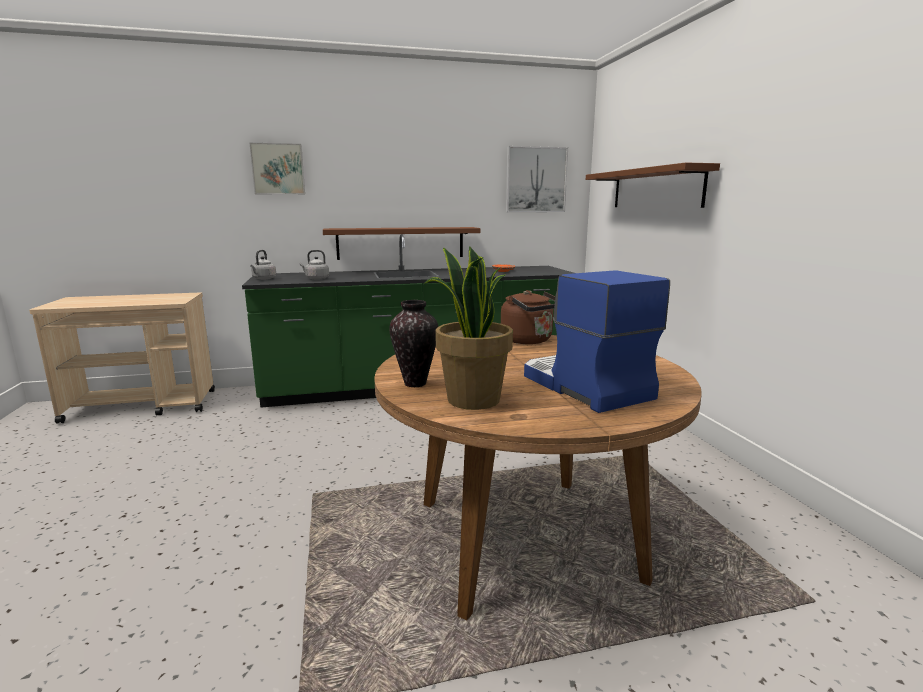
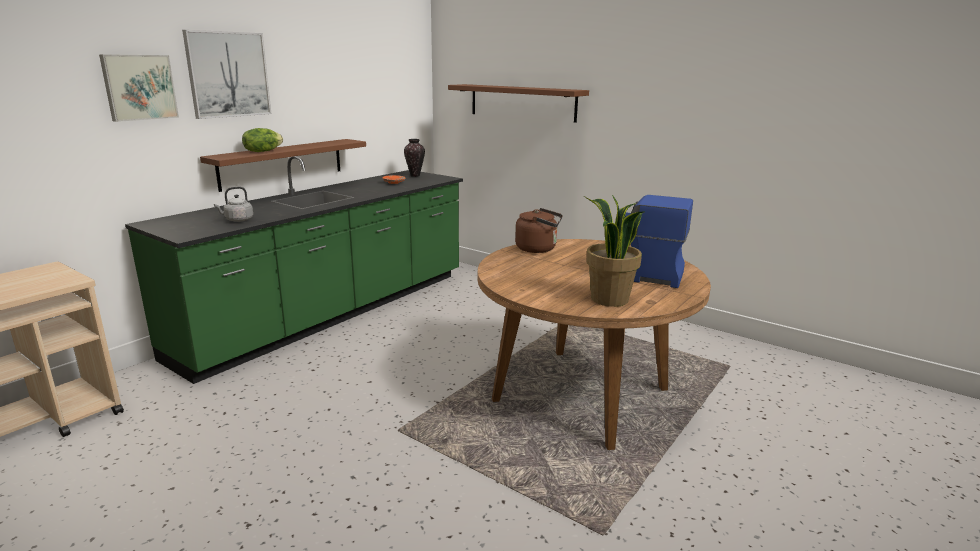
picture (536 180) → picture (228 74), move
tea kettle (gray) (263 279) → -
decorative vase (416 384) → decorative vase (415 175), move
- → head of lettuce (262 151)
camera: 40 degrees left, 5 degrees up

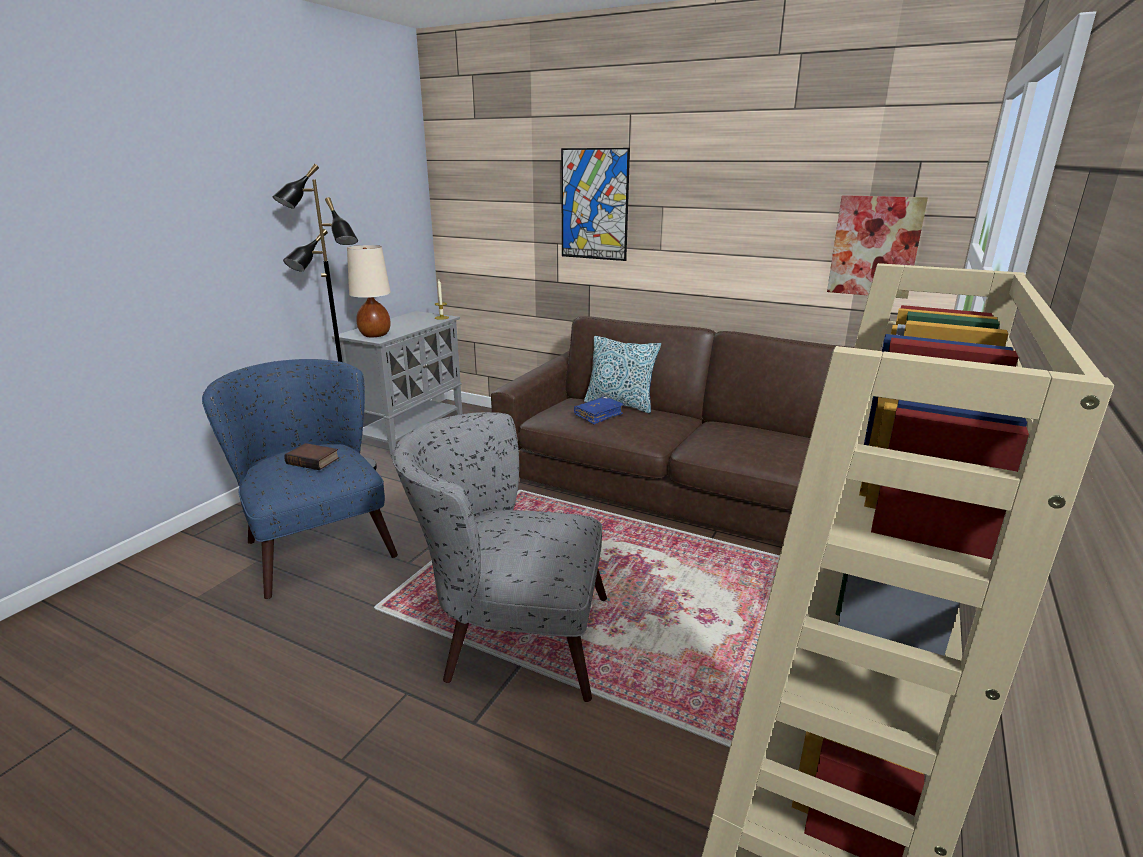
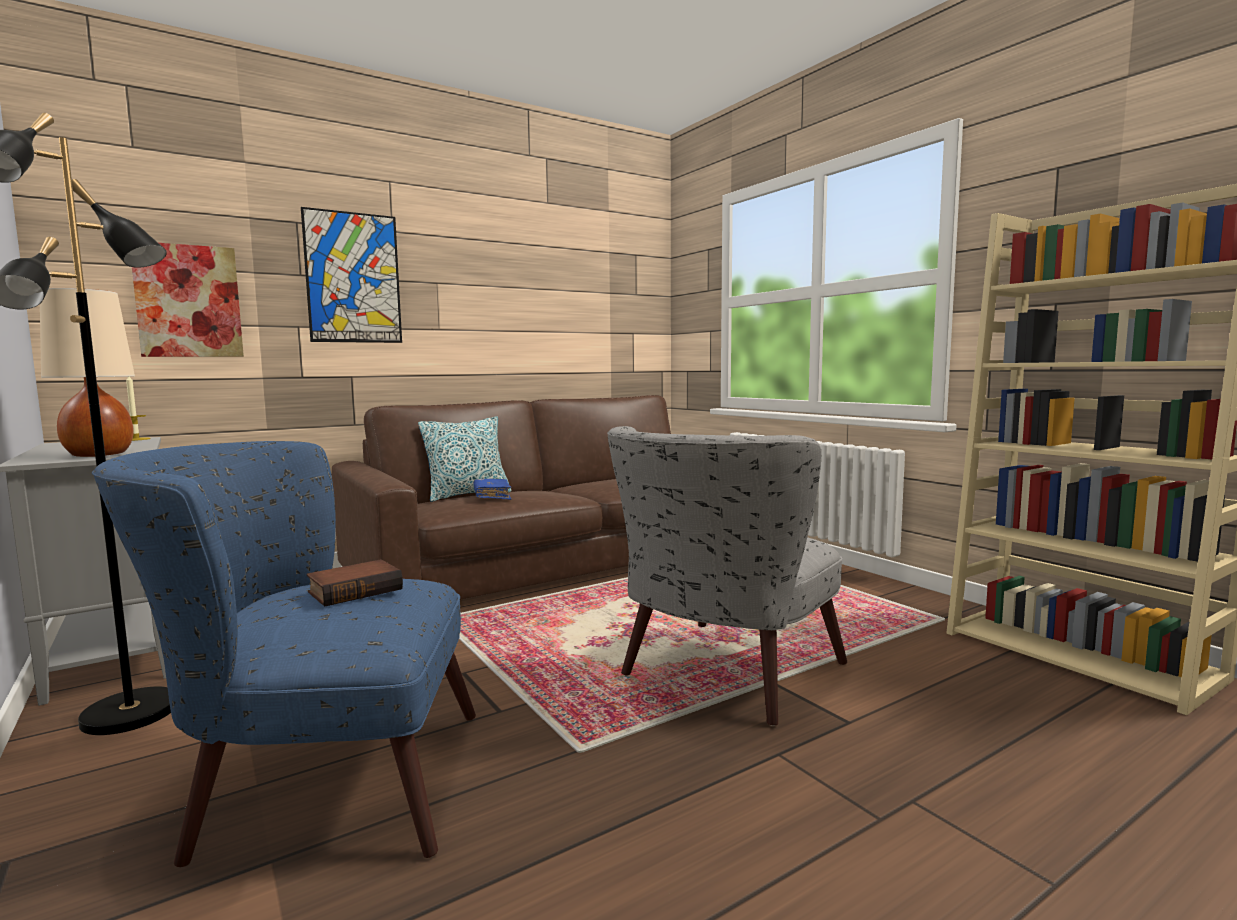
picture (875 246) → picture (188 301), move
camera: 60 degrees left, 15 degrees down

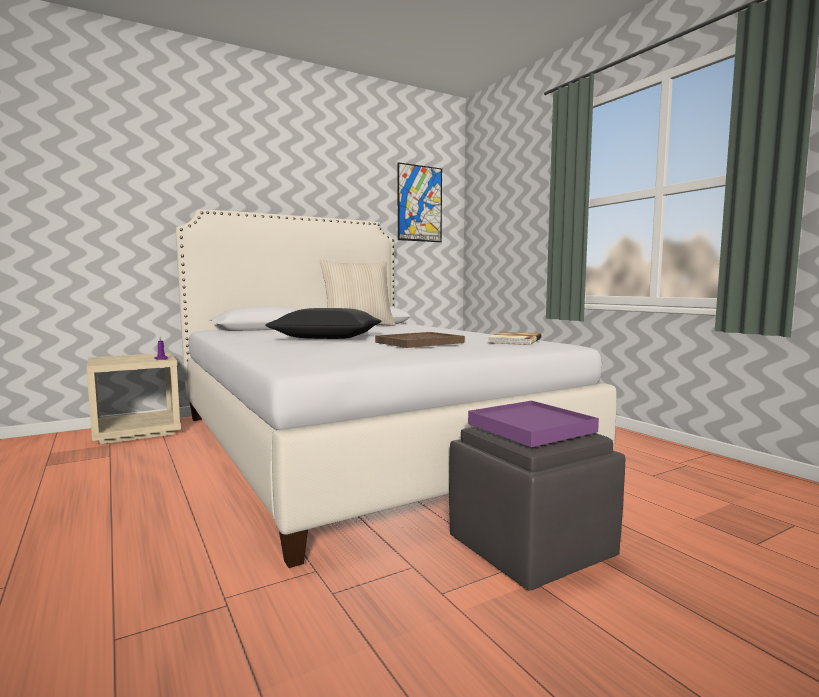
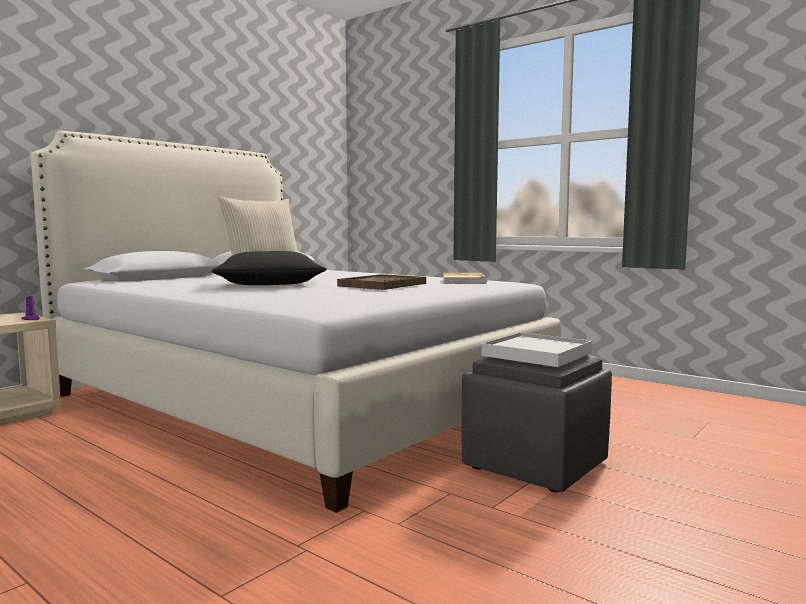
picture (419 203) → -
serving tray (purple) (531 428) → serving tray (white) (537 354)
camera: 20 degrees left, 0 degrees up

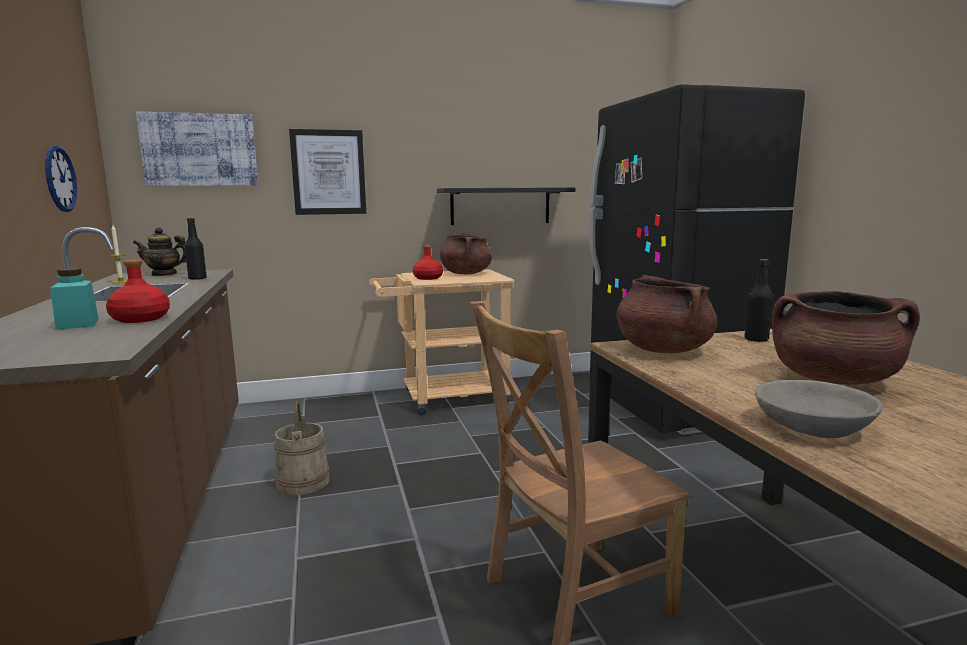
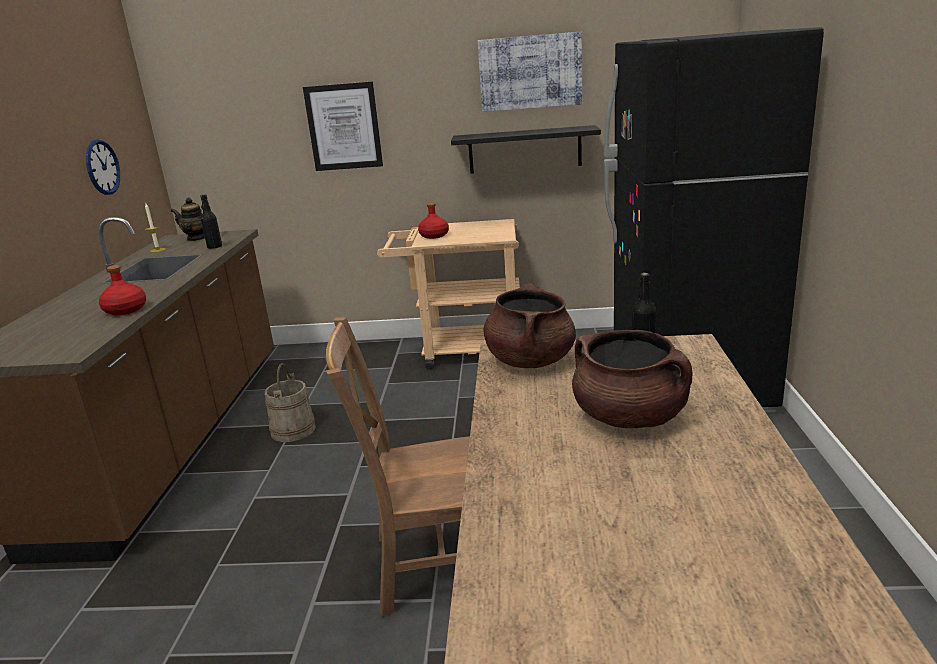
picture (200 150) → picture (530 72), move
stockpot (brownish) (466 274) → -
preserve jar (turquoise-coloured) (78 324) → -
deep dish (gray) (813 427) → -
camera: 20 degrees right, 10 degrees up

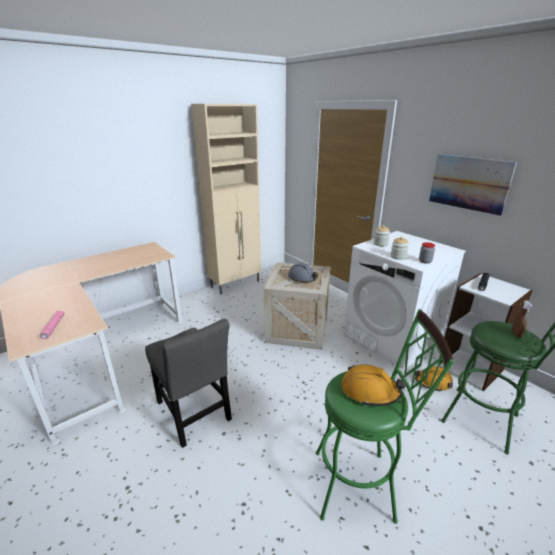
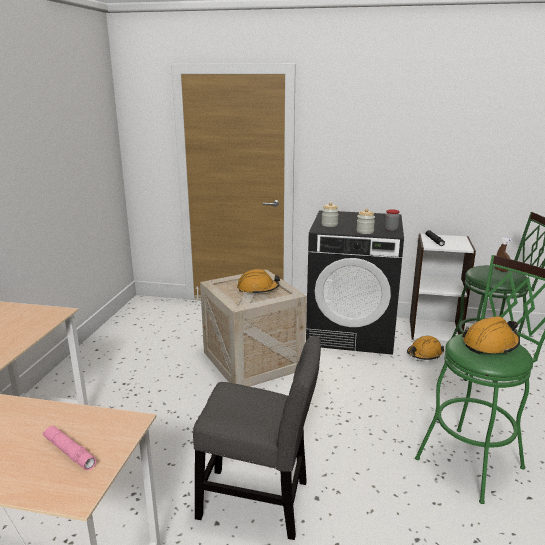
cabinet (sand-coloured) (236 284) → -
picture (468 183) → -
washing machine (white) (392 338) → washing machine (blackish) (351 331)
safety helmet (gray) (302 278) → safety helmet (orange-coloured) (257 289)
camera: 40 degrees left, 5 degrees down

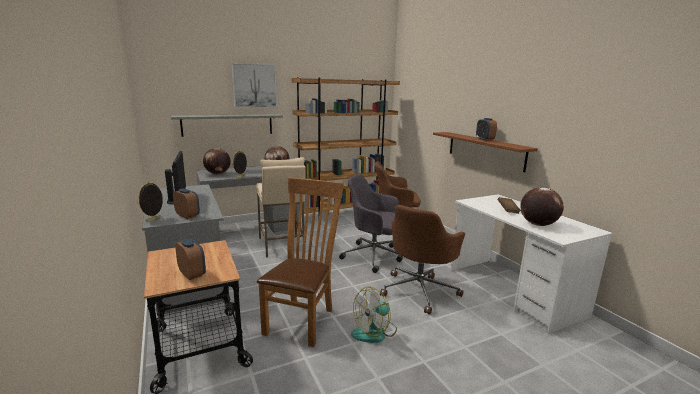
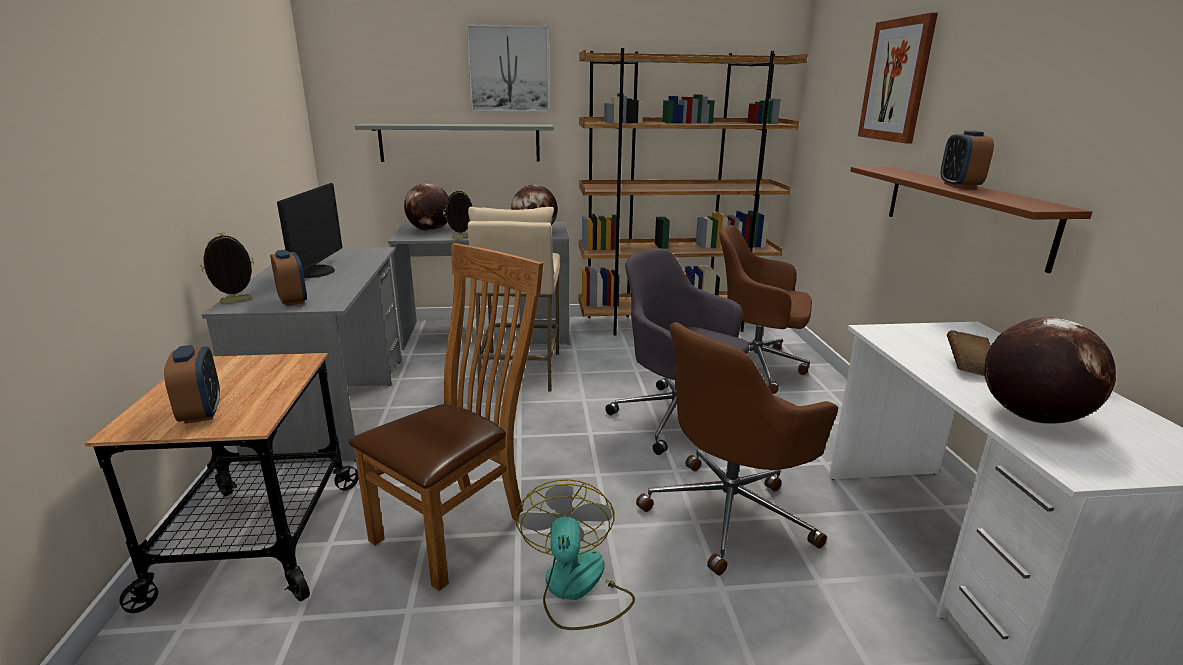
cooling fan (375 332) → cooling fan (576 588), 105 degrees clockwise
- → picture (896 80)
camera: 20 degrees right, 5 degrees up

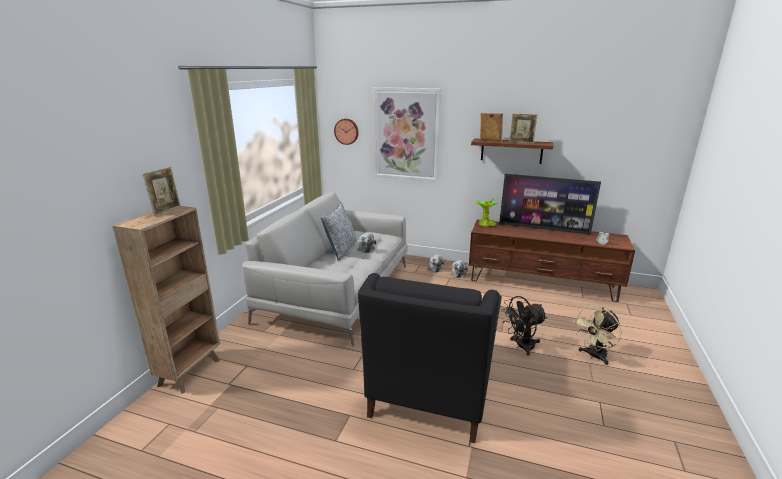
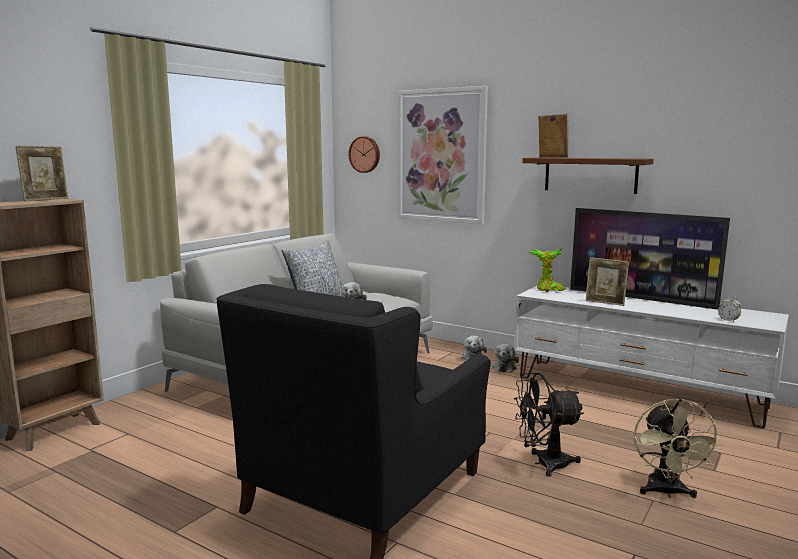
photo frame (521 142) → photo frame (605 303), move
tv unit (brownish) (541 283) → tv unit (white) (638 391)
cooling fan (sand-coloured) (593 356) → cooling fan (sand-coloured) (666 492), 60 degrees counterclockwise
camera: 15 degrees right, 10 degrees down

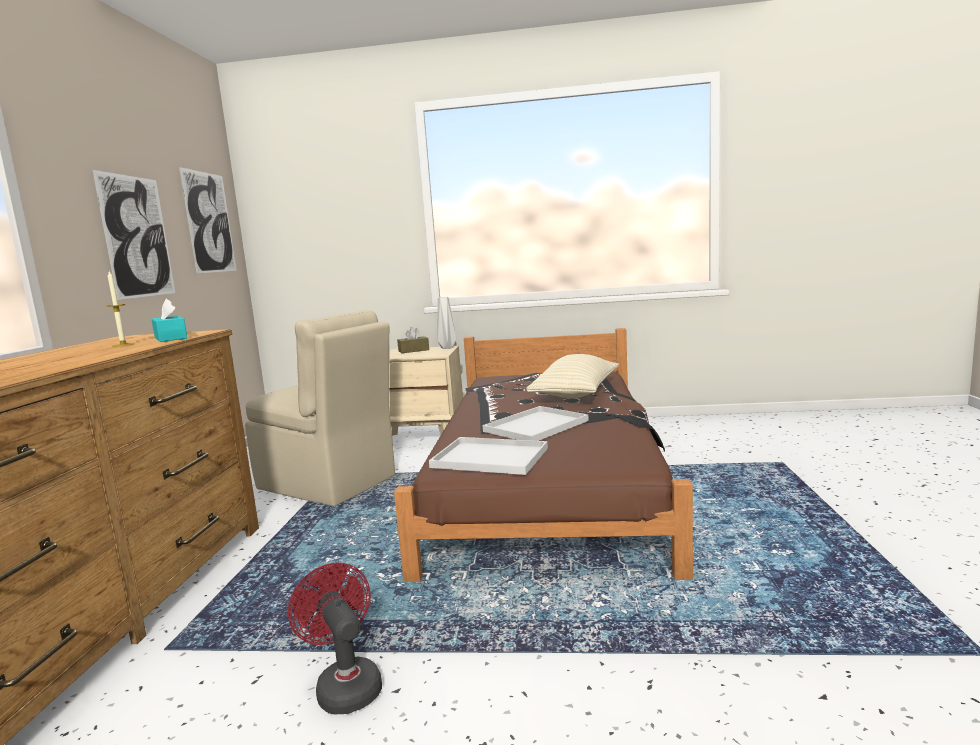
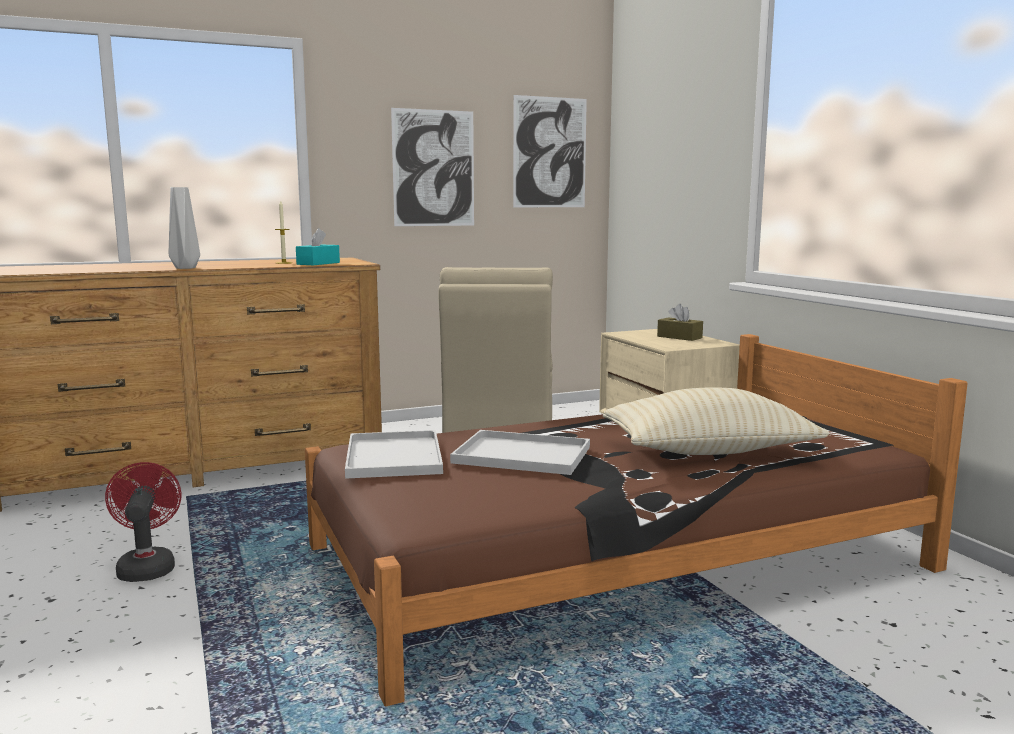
decorative vase (gray) (446 348) → decorative vase (gray) (186 268), move
cooling fan (red) (345 685) → cooling fan (red) (147 567), 45 degrees counterclockwise
camera: 60 degrees right, 0 degrees up

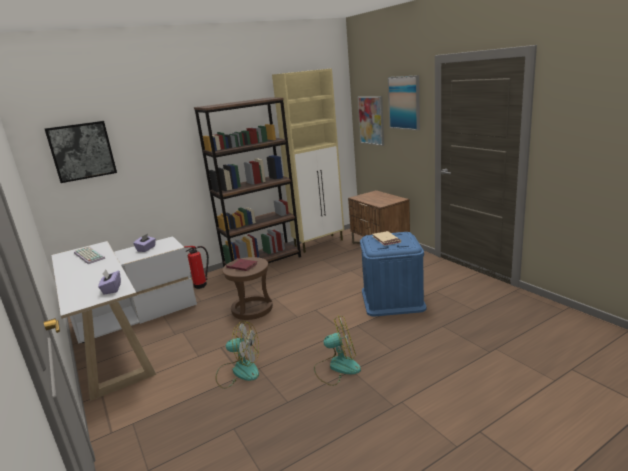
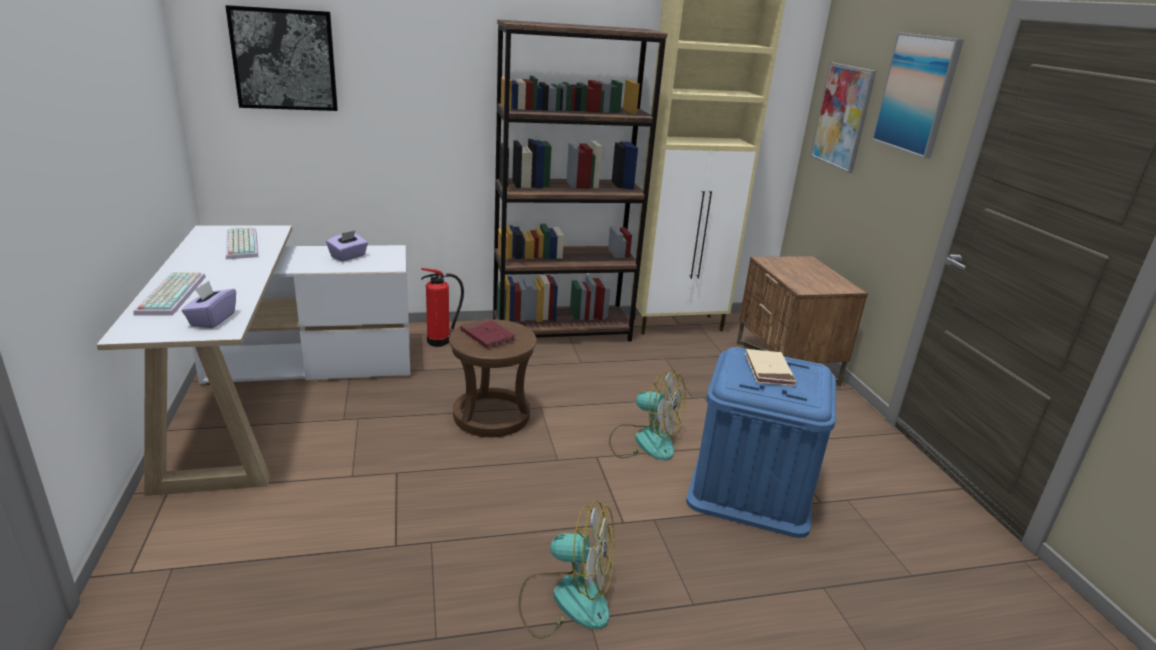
cooling fan (239 371) → cooling fan (644 441), move
- → keyboard (170 294)
camera: 15 degrees right, 5 degrees up

